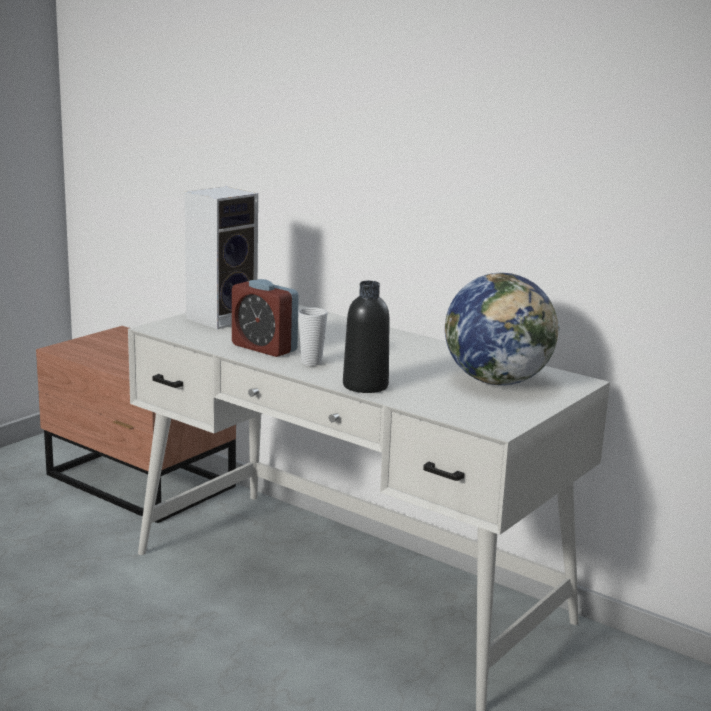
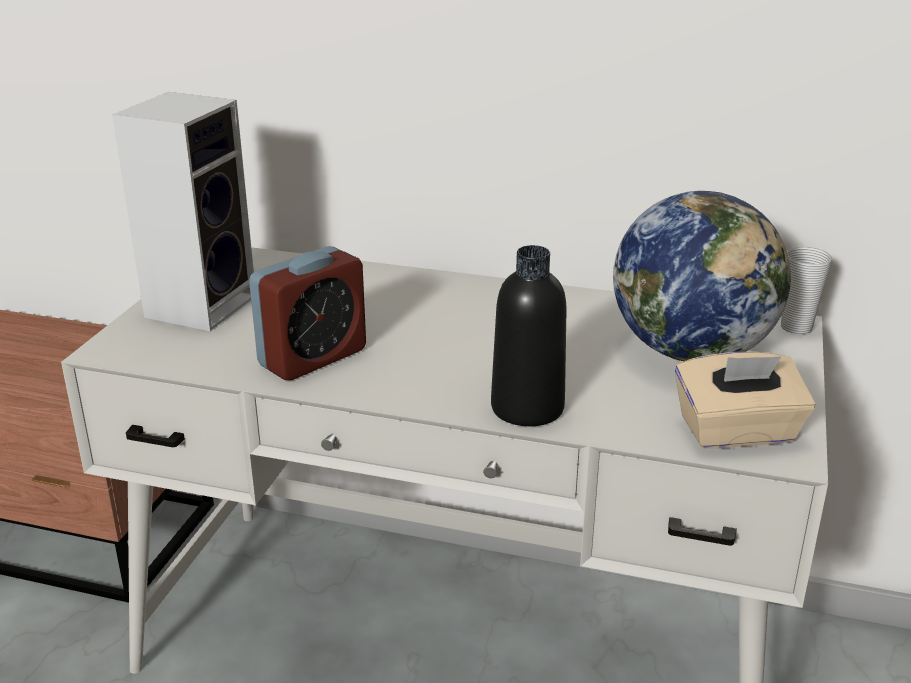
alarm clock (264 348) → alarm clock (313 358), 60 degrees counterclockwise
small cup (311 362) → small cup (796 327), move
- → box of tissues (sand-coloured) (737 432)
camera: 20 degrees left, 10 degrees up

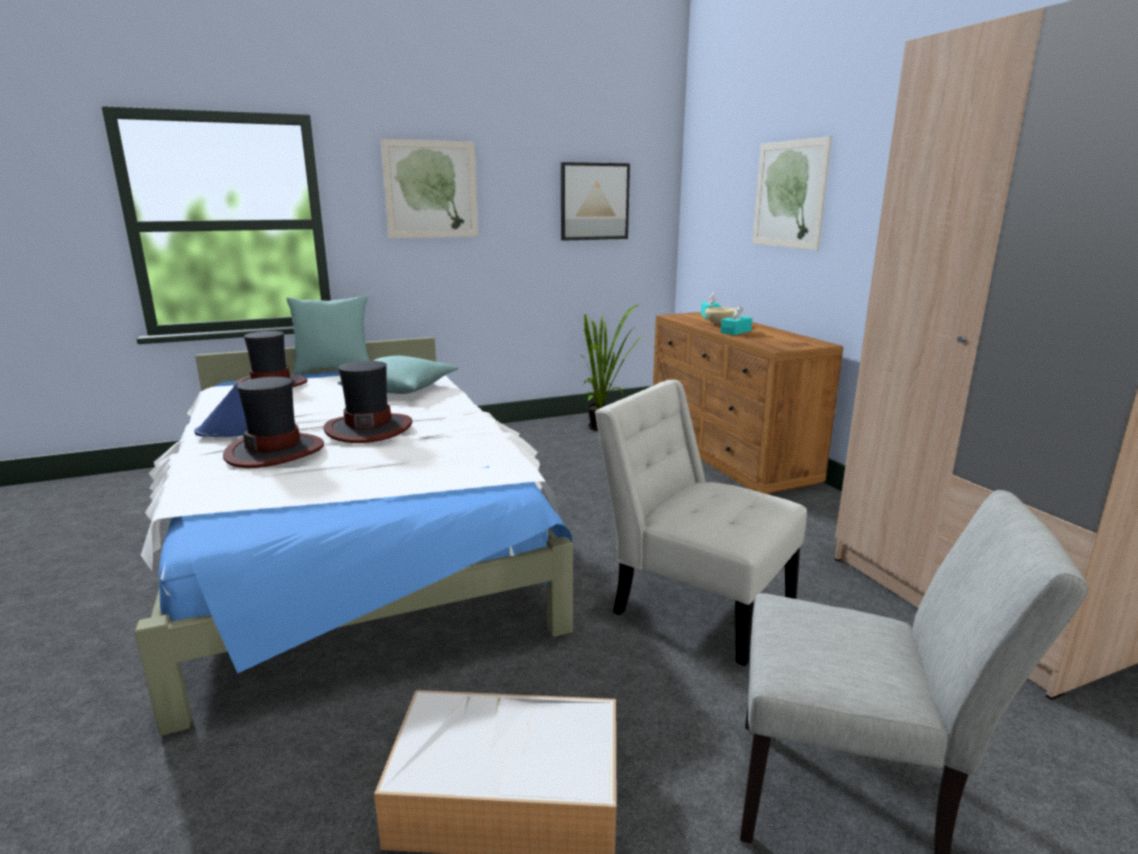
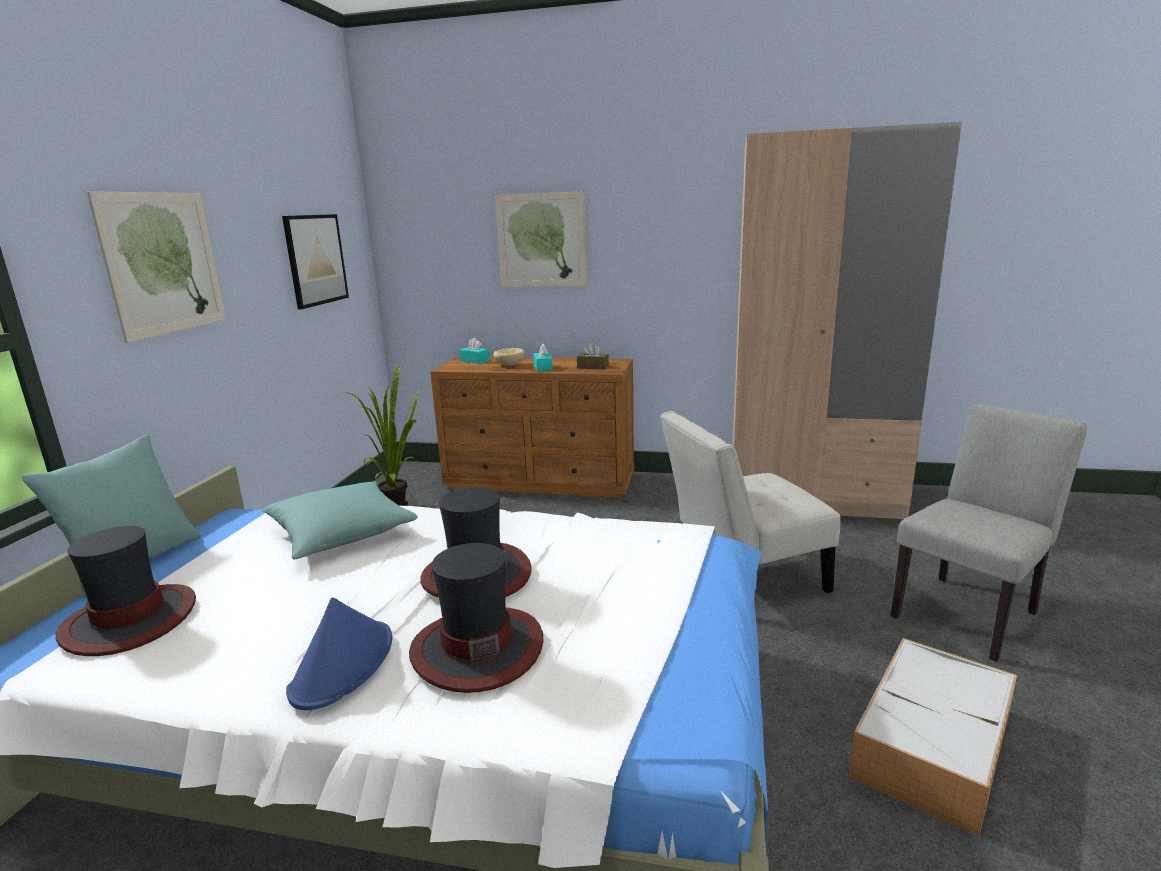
- → box of tissues (brownish) (592 367)
camera: 55 degrees left, 0 degrees up

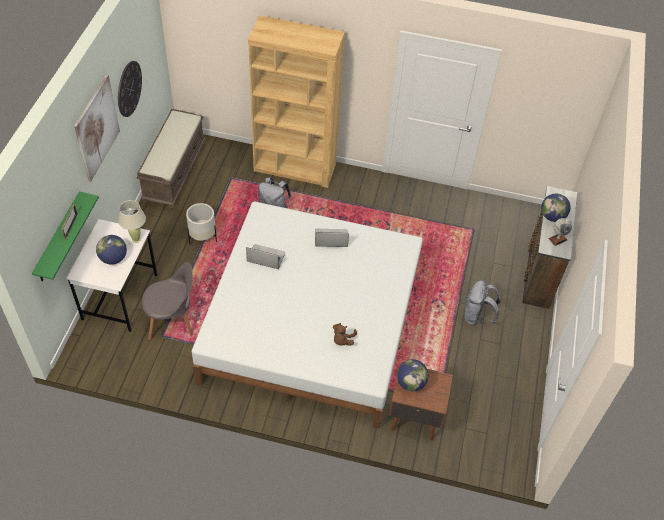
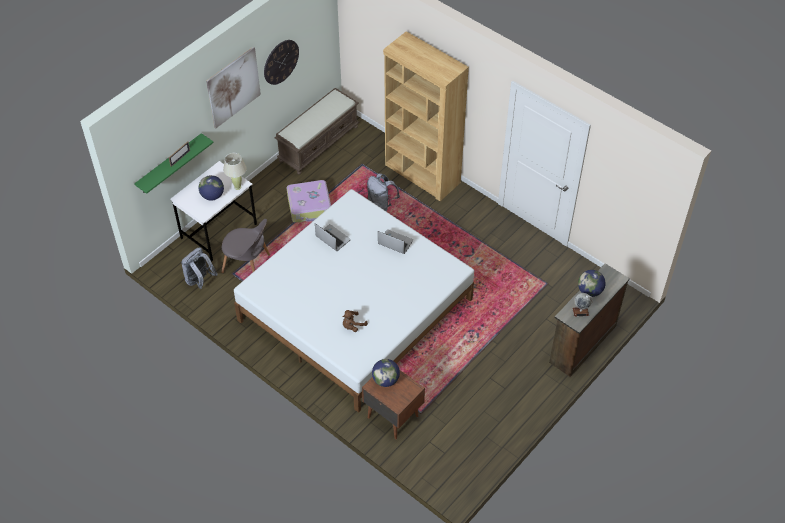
plant pot (white) (202 237) → suitcase (310 206)
rucksack (gray) (477 316) → rucksack (gray) (199 281), move
camera: 30 degrees right, 0 degrees up

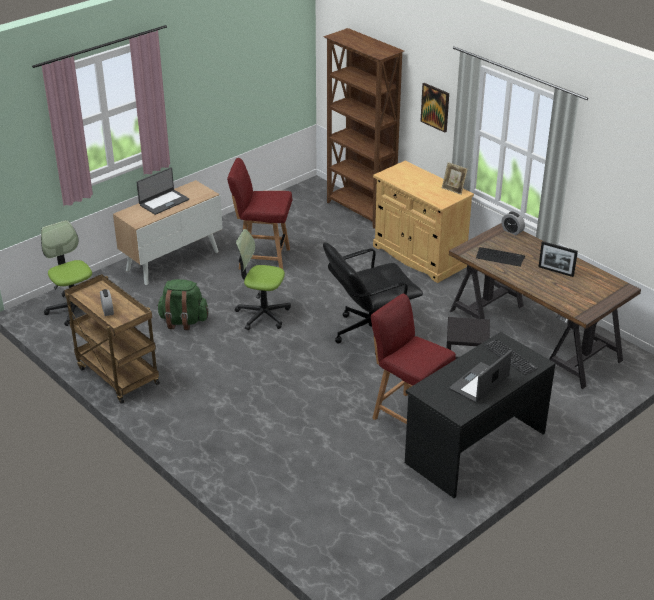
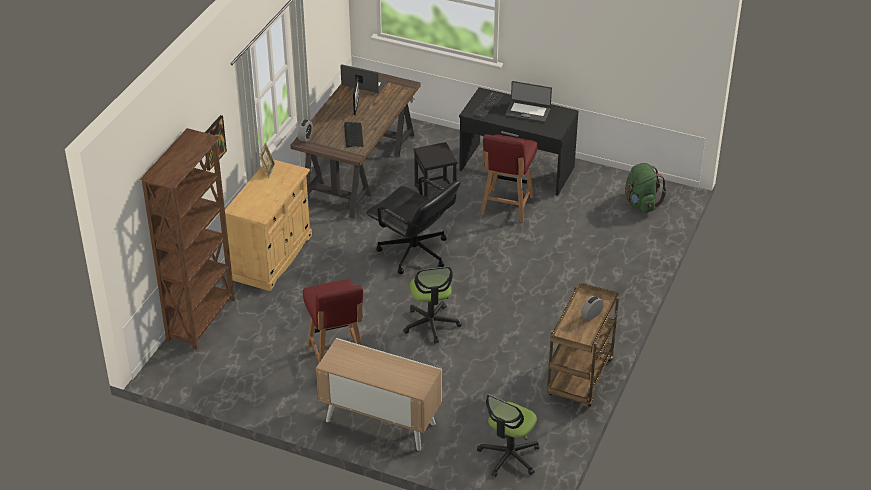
laptop (163 202) → laptop (364 84), move
rucksack (greenish) (183 321) → rucksack (greenish) (641 204), move
camera: 115 degrees left, 5 degrees up

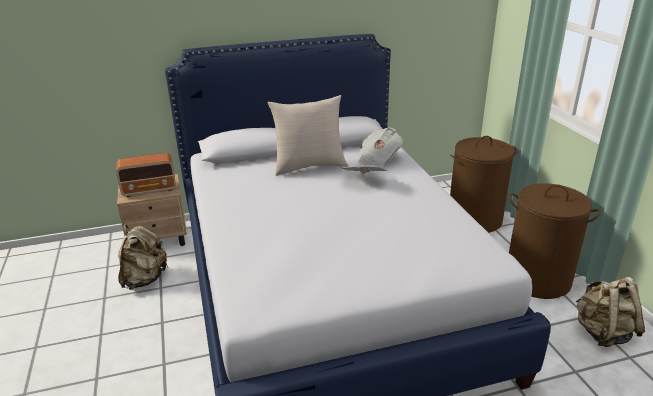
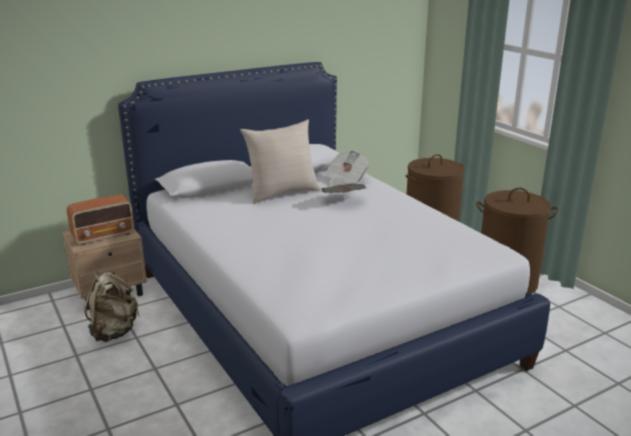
rucksack (sand-coloured) (602 333) → -
camera: 15 degrees left, 5 degrees down

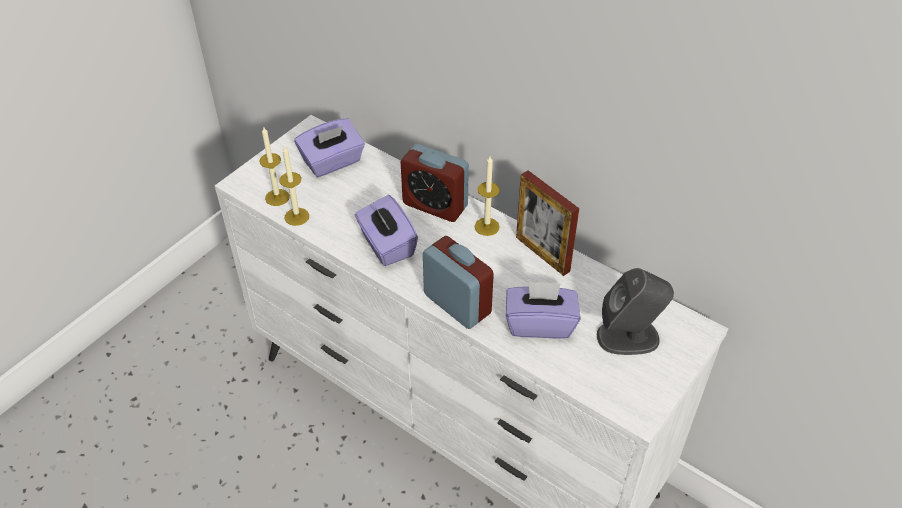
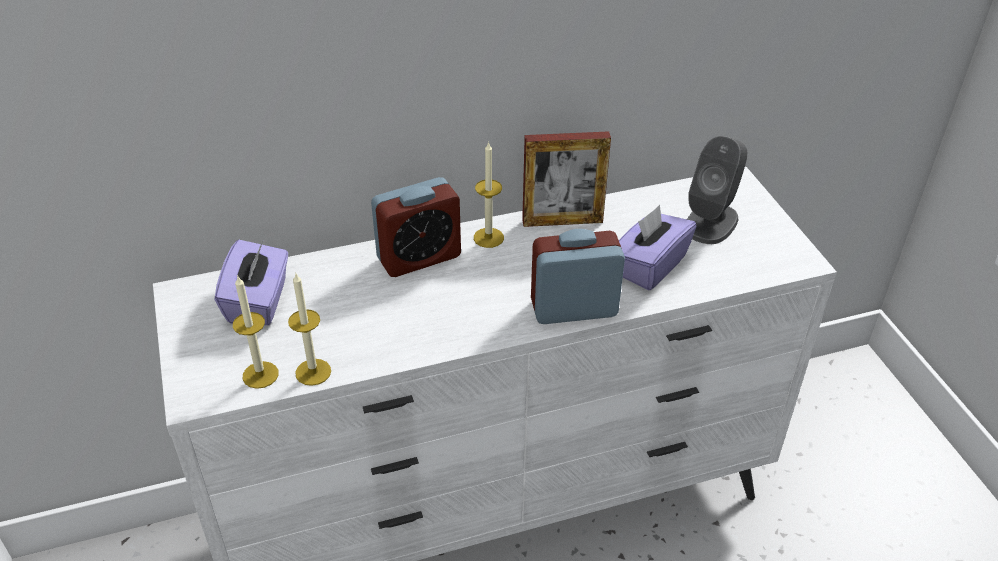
box of tissues (purple) (386 245) → -
camera: 55 degrees left, 5 degrees down

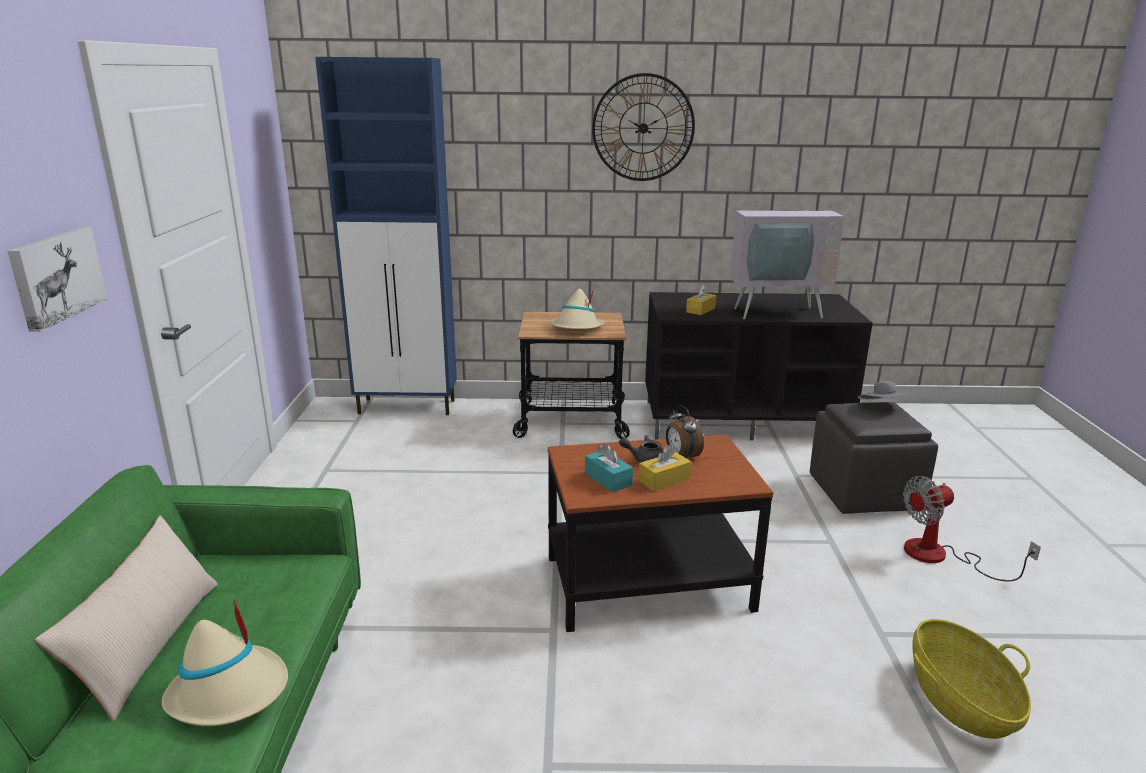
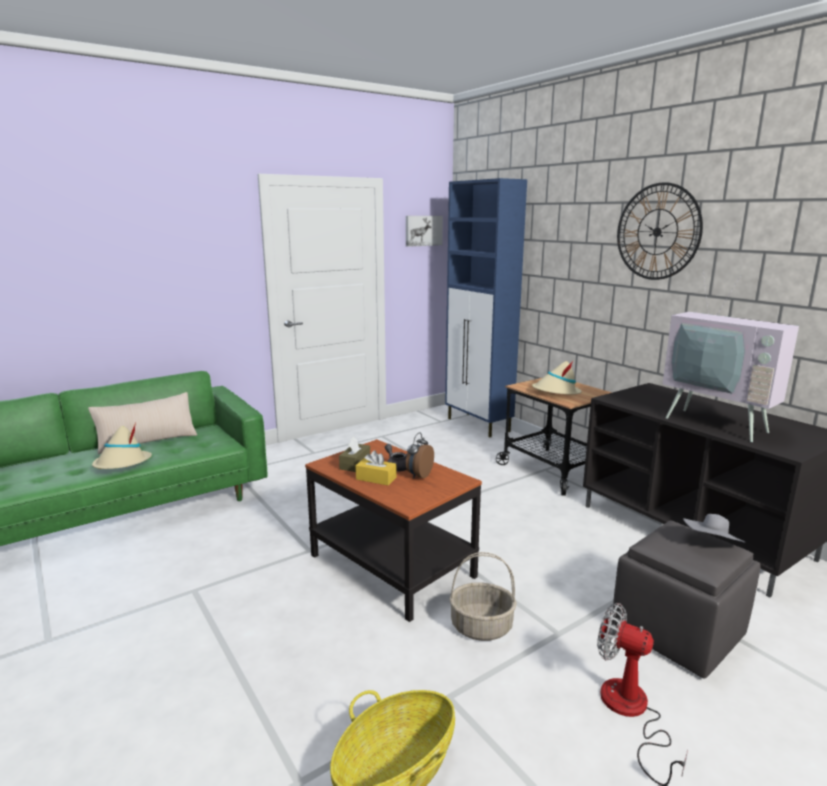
picture (56 276) → picture (423 230), move
box of tissues (yellow) (700 310) → -
box of tissues (turquoise-coloured) (608 479) → box of tissues (brownish) (355 464)
- → household basket (482 626)
camera: 55 degrees right, 5 degrees down

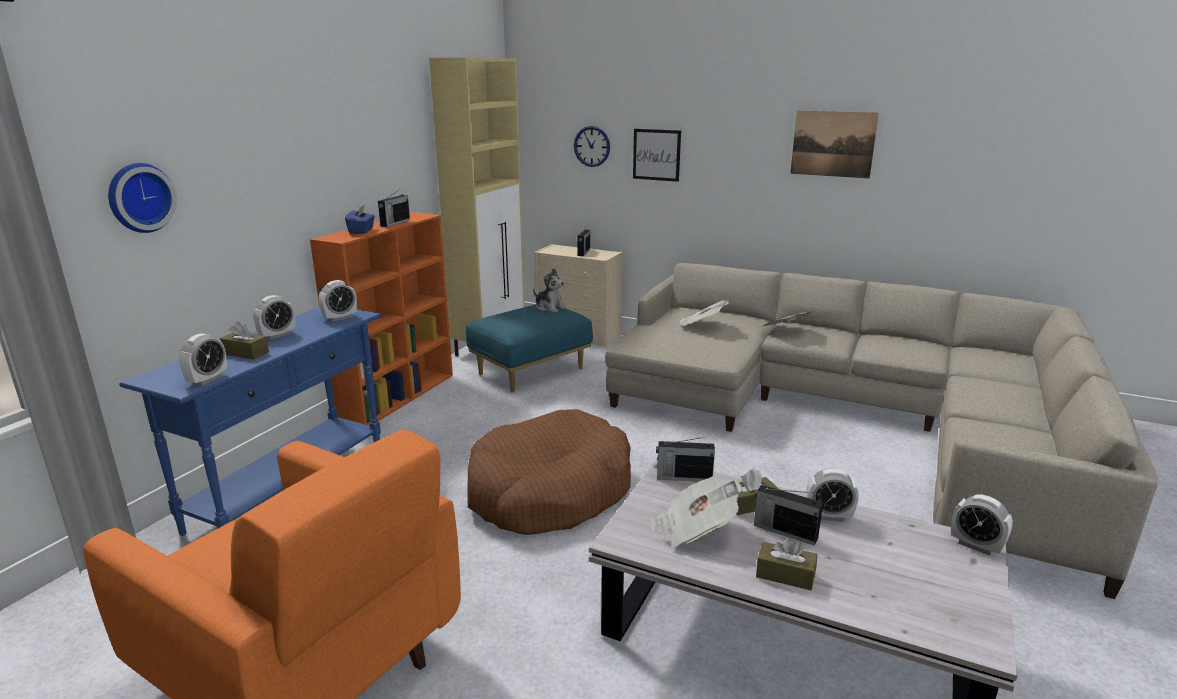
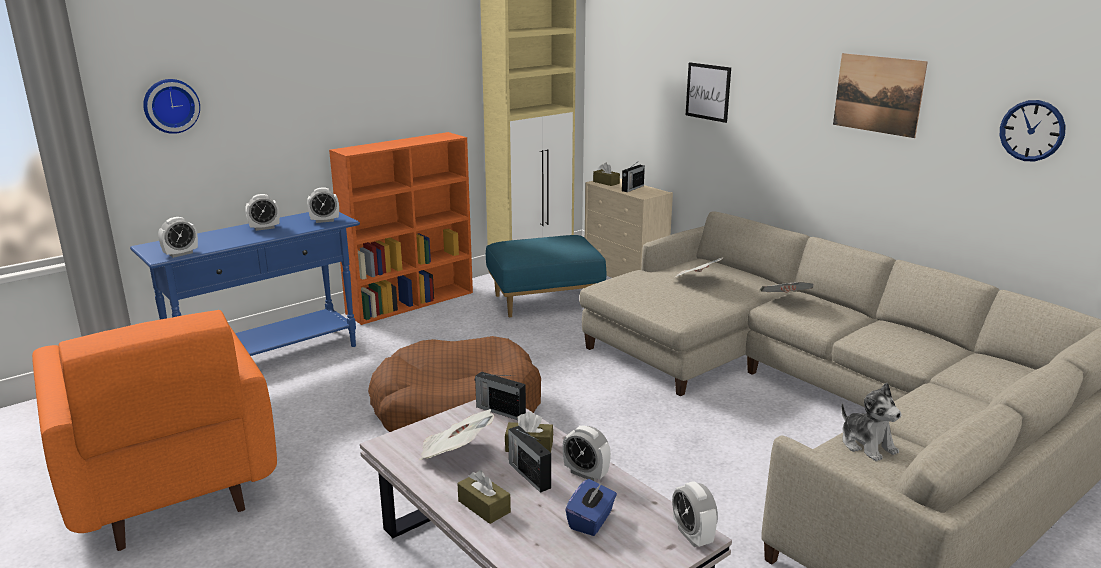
hanging clock (592 146) → hanging clock (1032 130), move
radio (394 223) → -
box of tissues (blue-coloured) (361 231) → box of tissues (blue-coloured) (591 521), move
cuddly toy (550 308) → cuddly toy (867 445), move
box of tissues (brownish) (246 353) → box of tissues (brownish) (606 182), move
camera: 25 degrees right, 0 degrees up

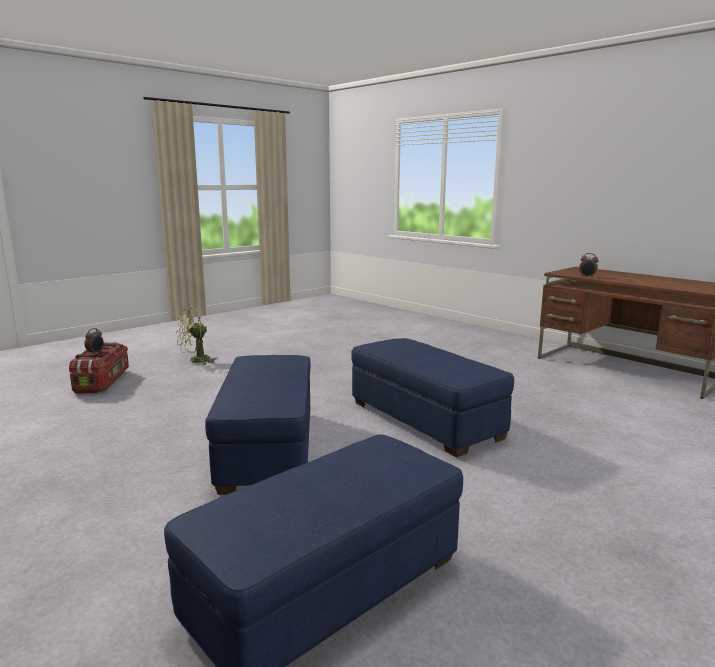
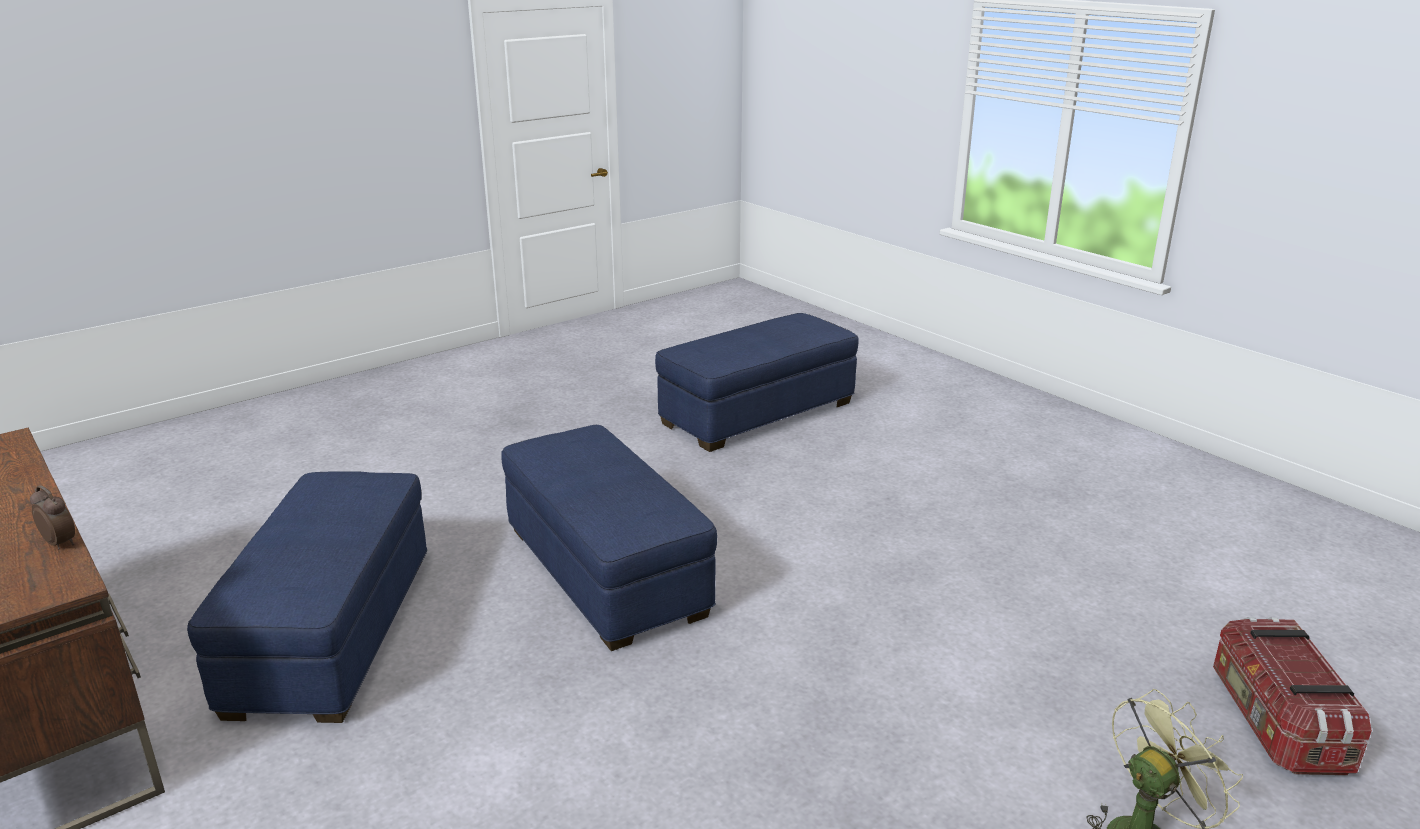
alarm clock (95 353) → -
ottoman (blue-coloured) (269 448) → ottoman (blue-coloured) (331 633), move
camera: 175 degrees left, 10 degrees up

